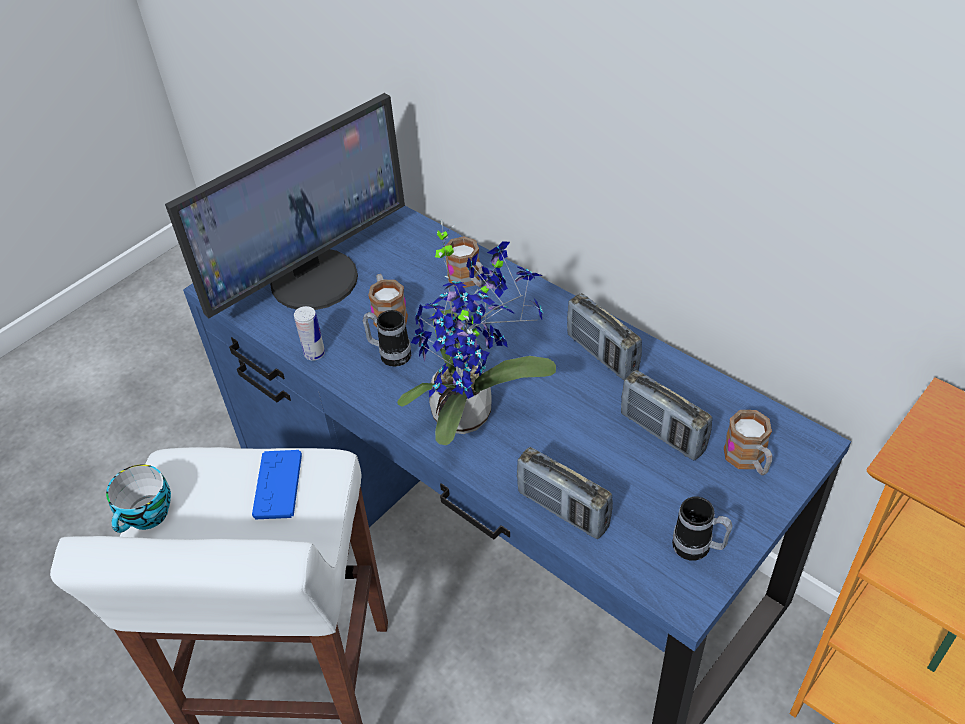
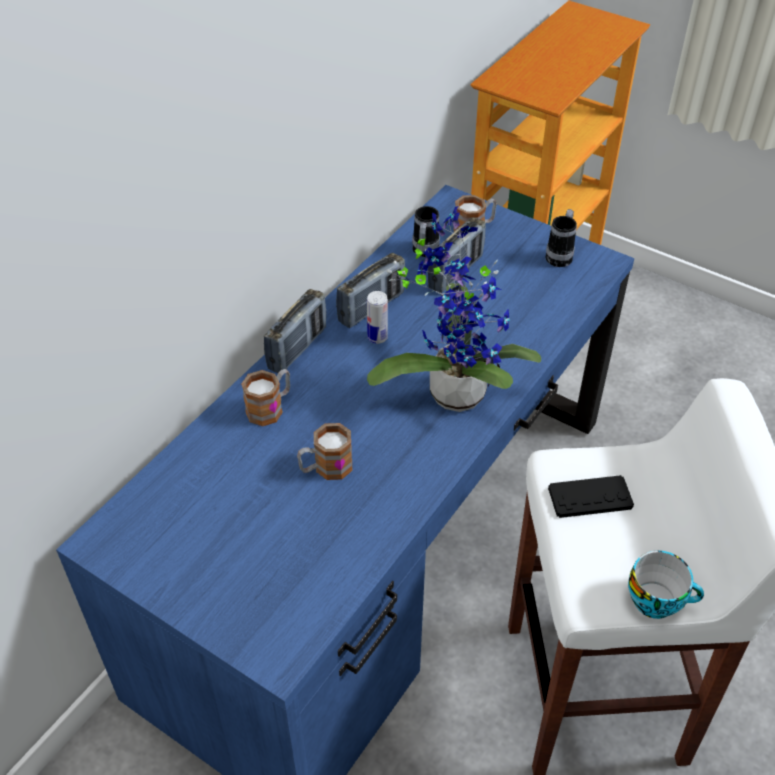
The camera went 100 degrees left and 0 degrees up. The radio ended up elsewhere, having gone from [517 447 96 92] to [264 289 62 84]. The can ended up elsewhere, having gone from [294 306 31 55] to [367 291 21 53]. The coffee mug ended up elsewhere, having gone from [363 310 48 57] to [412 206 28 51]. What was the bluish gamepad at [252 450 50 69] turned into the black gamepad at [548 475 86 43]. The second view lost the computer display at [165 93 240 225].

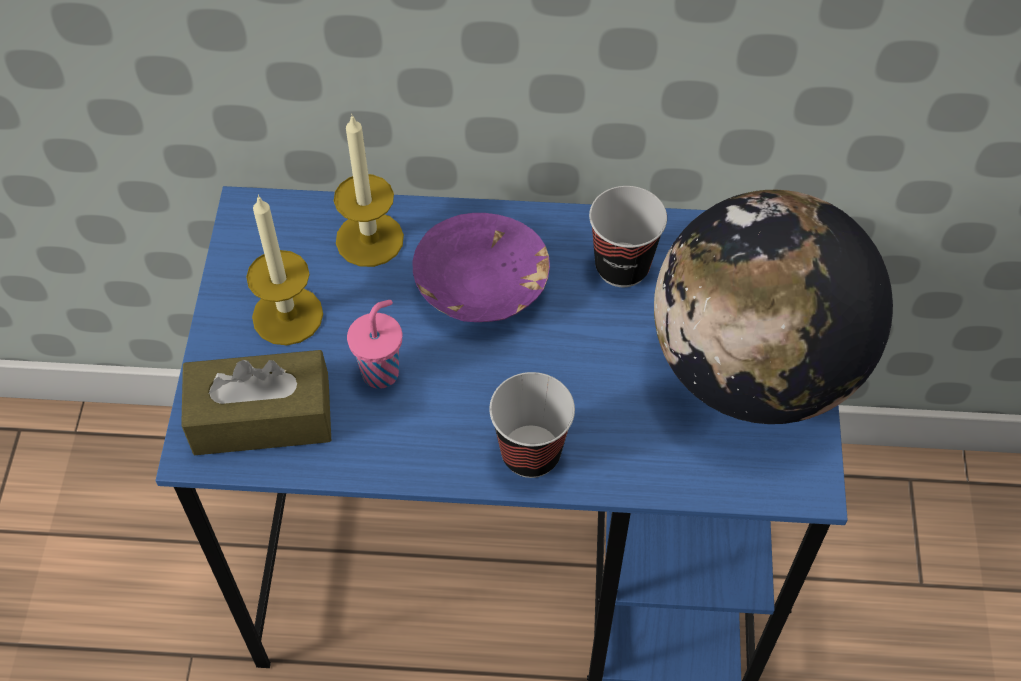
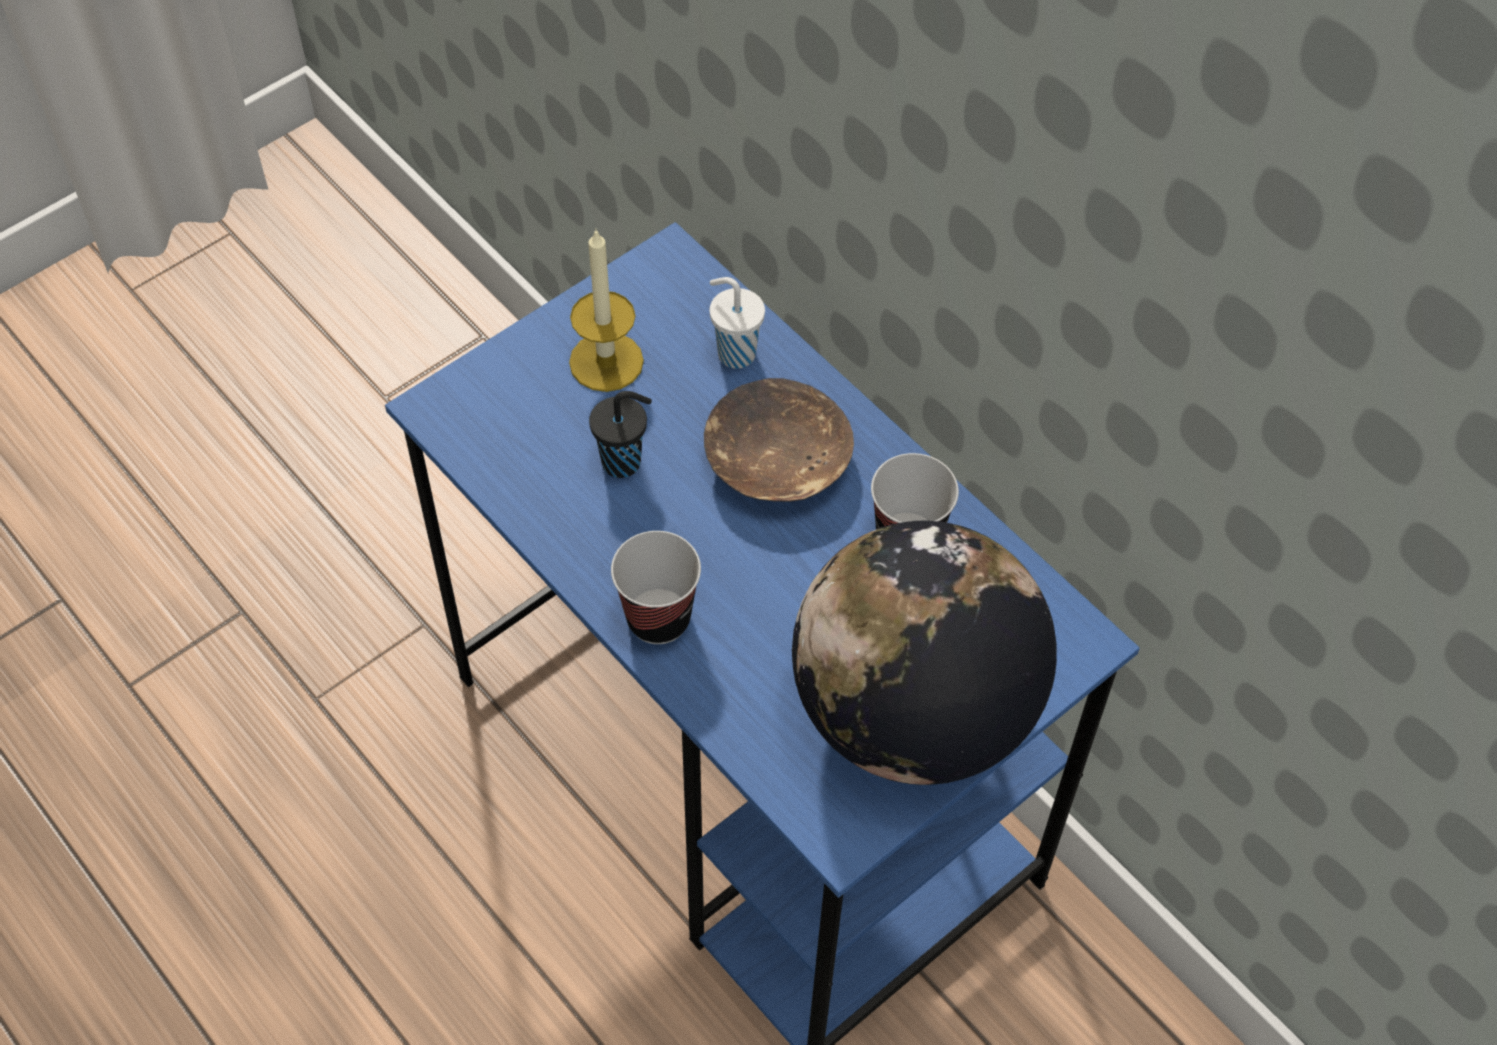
The camera went 45 degrees right and 0 degrees up. What was the pink drinking cup at [347 300 55 89] turned into the black drinking cup at [589 391 63 87]. What was the purple-coloured serving bowl at [413 213 137 109] turned into the brownish serving bowl at [704 378 150 124]. Where the wax candle stood at [334 114 70 153], the whitish drinking cup came to stand at [710 277 55 92]. The second view lost the brownish tissue holder at [181 350 150 105].

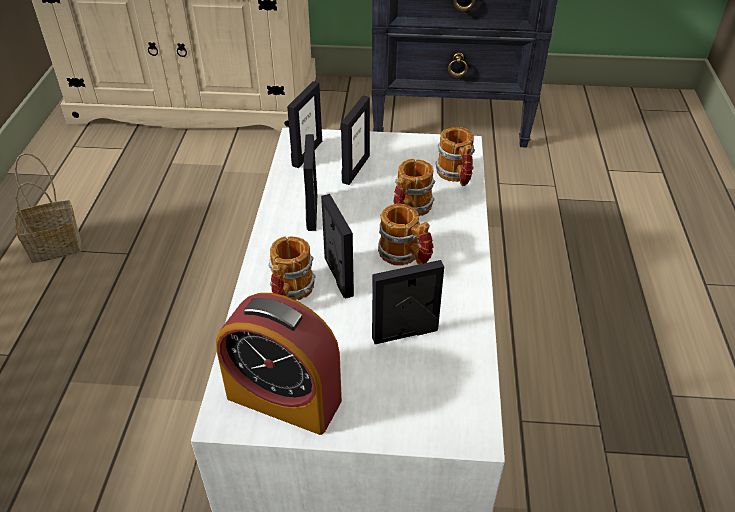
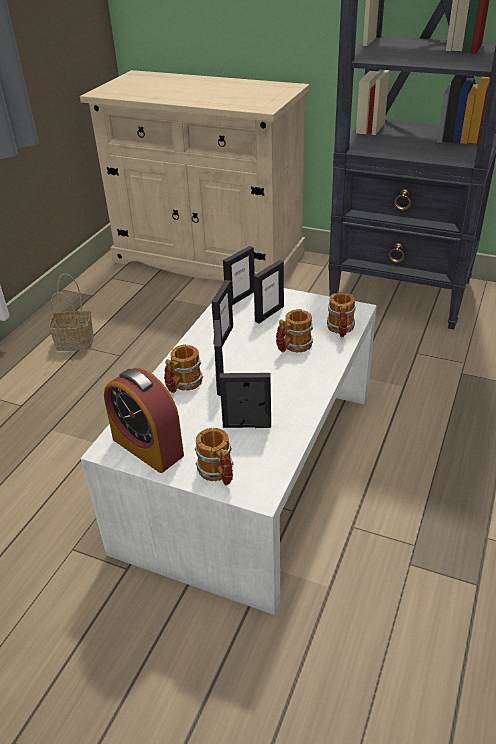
The camera went 20 degrees right and 5 degrees down. The coffee mug ended up elsewhere, having gone from [378 204 56 61] to [195 428 39 57].

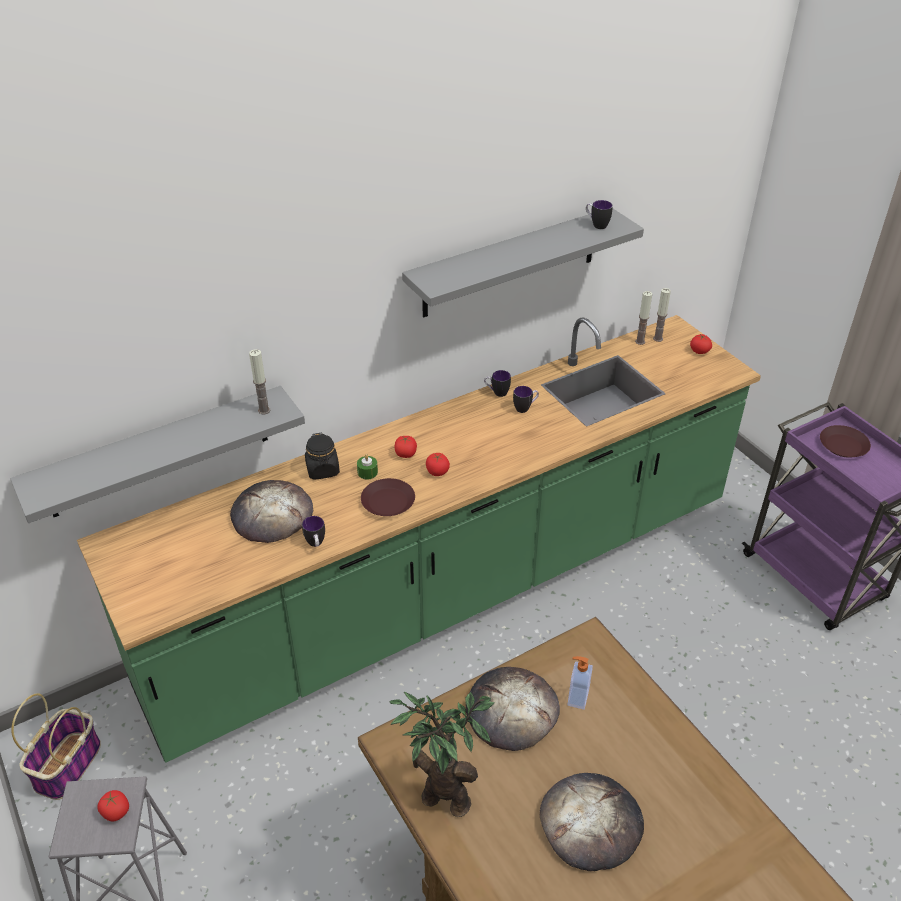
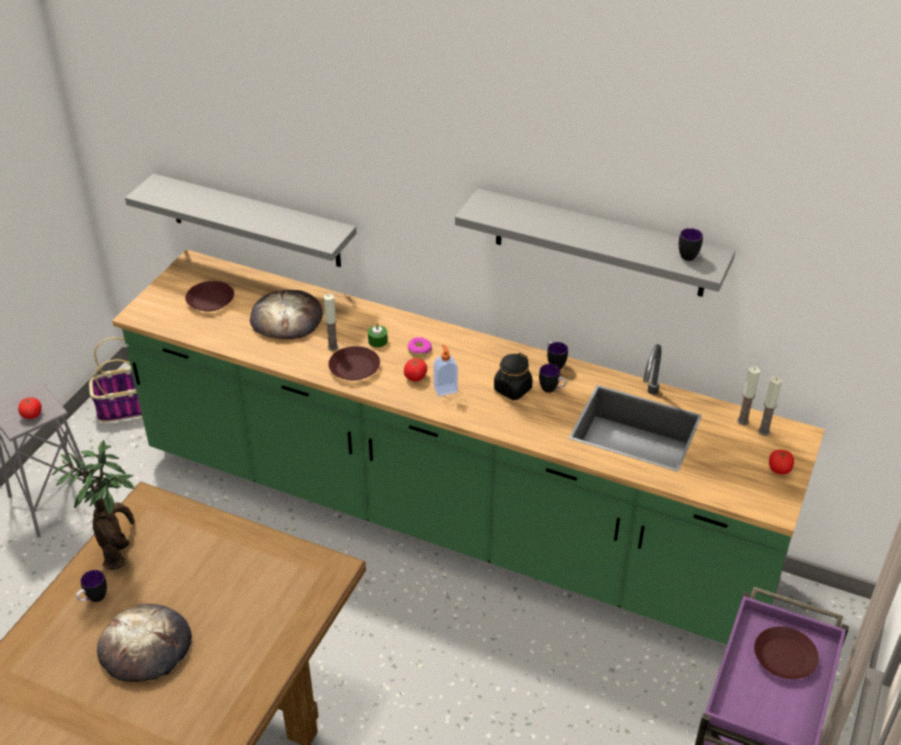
The camera went 55 degrees right and 0 degrees up. The coffee mug ended up elsewhere, having gone from [302 516 23 31] to [76 570 31 32]. The second view gained the brownish plate at [185 281 49 30]. The wax candle ended up elsewhere, having gone from [249 349 21 66] to [324 294 15 57]. Where the tomato stood at [394 436 23 22], the doughnut came to stand at [407 337 25 20]. The soap dispenser ended up elsewhere, having gone from [568 656 25 54] to [433 345 25 52]. The black jar ended up elsewhere, having gone from [305 433 35 47] to [494 353 39 47]. The second view lost the bakery bread at [466 667 94 84].

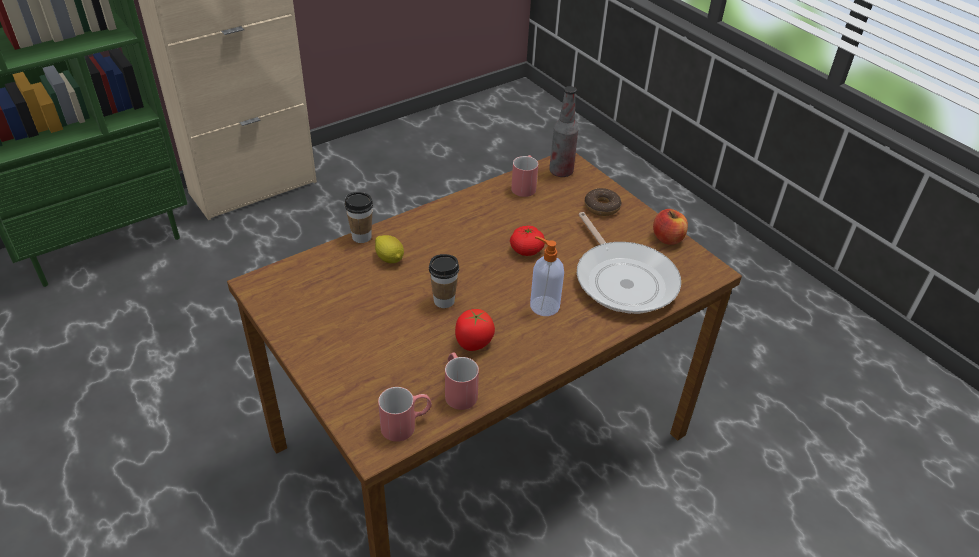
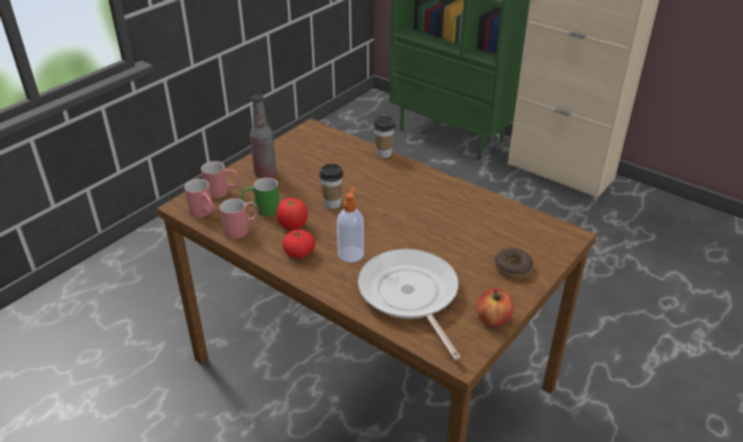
The camera went 75 degrees right and 5 degrees down. The reddish coffee mug ended up elsewhere, having gone from [511 155 27 42] to [201 161 38 37]. The second view gained the green coffee mug at [241 177 39 39]. The drink bottle ended up elsewhere, having gone from [549 86 29 91] to [250 94 26 84]. The tomato ended up elsewhere, having gone from [510 226 35 30] to [282 230 33 28]. The skillet at [577 212 104 102] ended up facing another way, 105 degrees clockwise from before. The second view lost the lemon at [375 235 29 28].

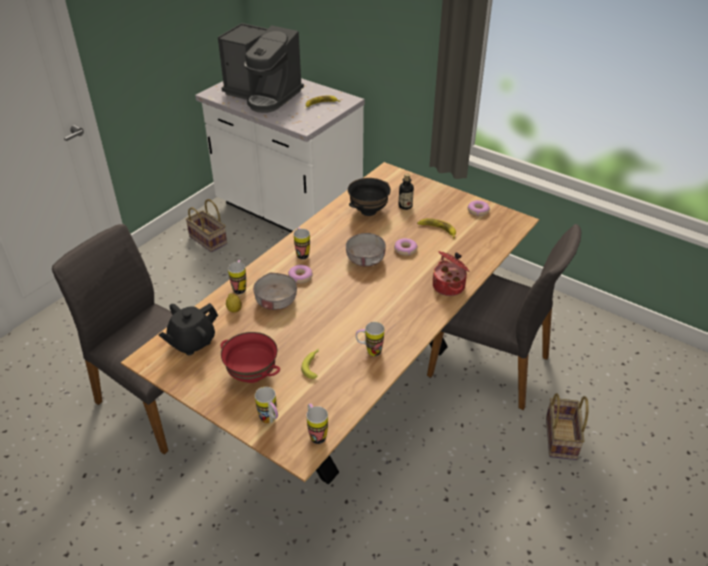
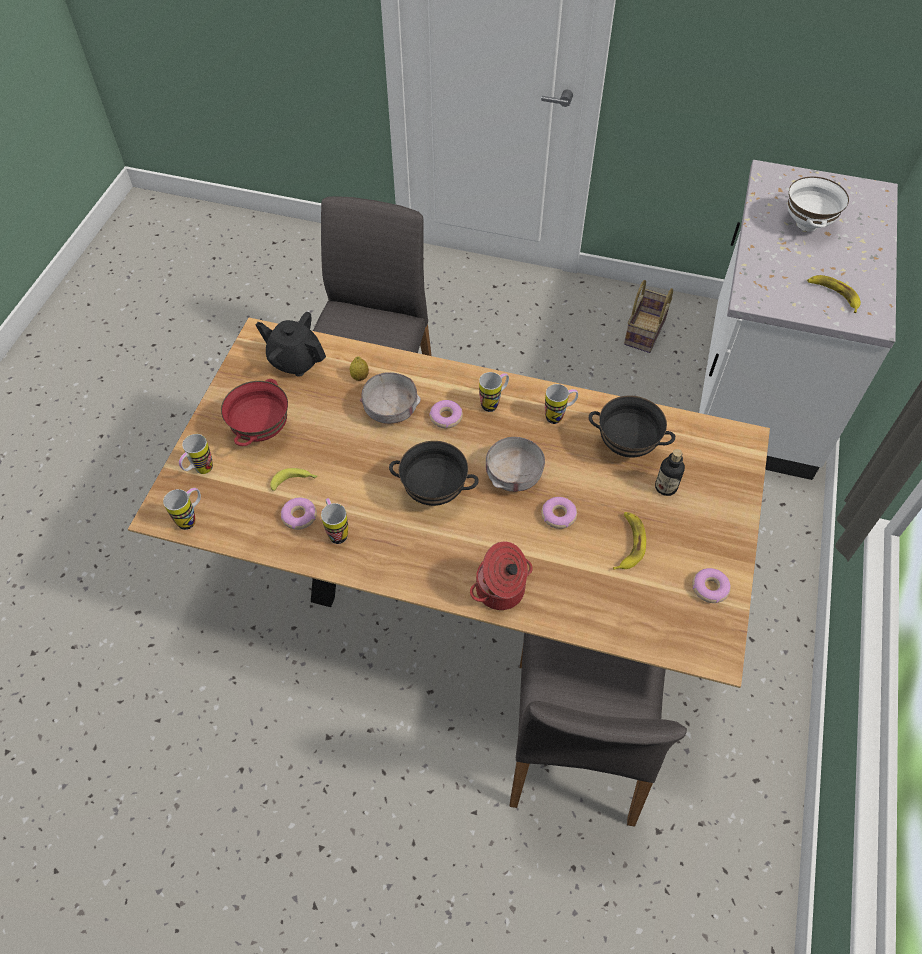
The camera went 70 degrees right and 15 degrees up. The second view gained the doughnut at [281 498 36 32]. The second view gained the black serving bowl at [389 441 89 65]. The coffee mug ended up elsewhere, having gone from [228 260 18 34] to [545 384 33 40]. Where the coffee maker stood at [218 23 86 90], the whitish serving bowl came to stand at [787 176 62 55]. The second view lost the storage basket at [546 393 43 67].

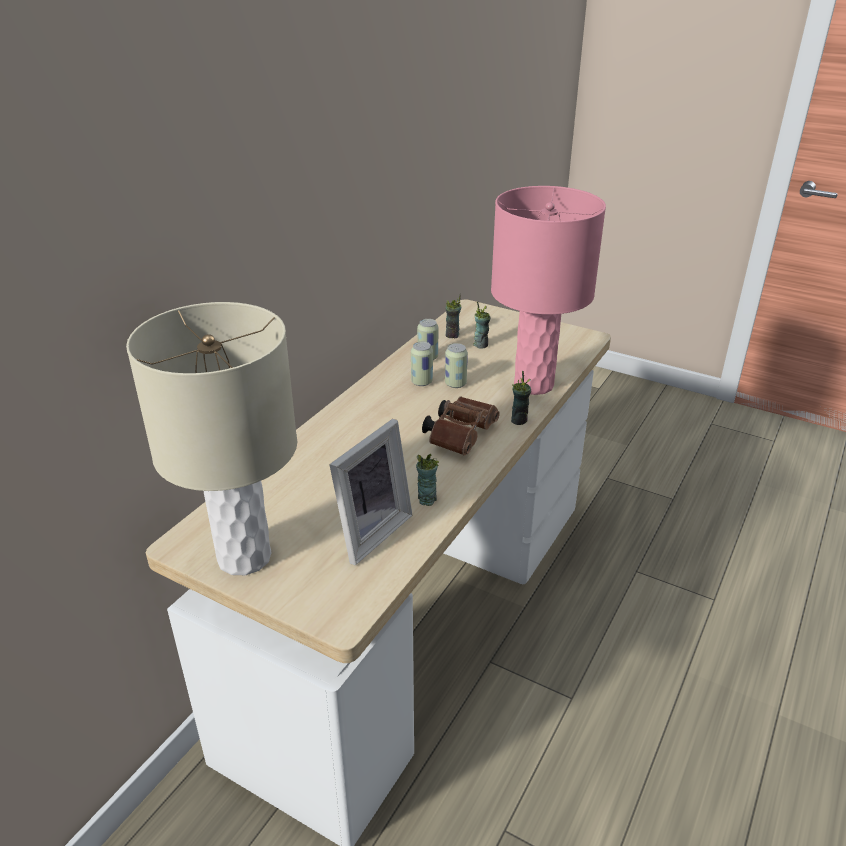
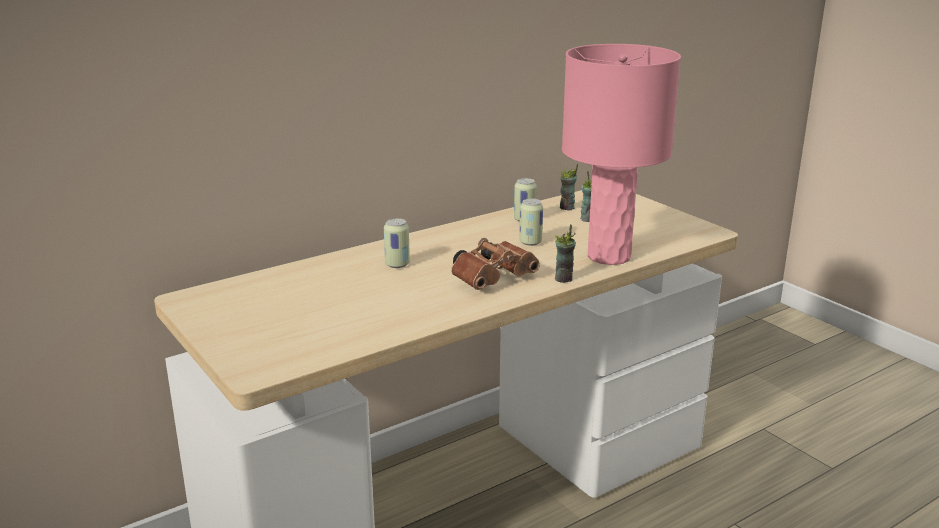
The camera went 25 degrees right and 10 degrees down. The can ended up elsewhere, having gone from [411 342 22 44] to [384 218 26 50]. The second view lost the beige tabletop lamp at [126 302 171 273]. The second view lost the picture frame at [329 419 83 146]. The second view lost the drinking cup at [416 454 23 52].

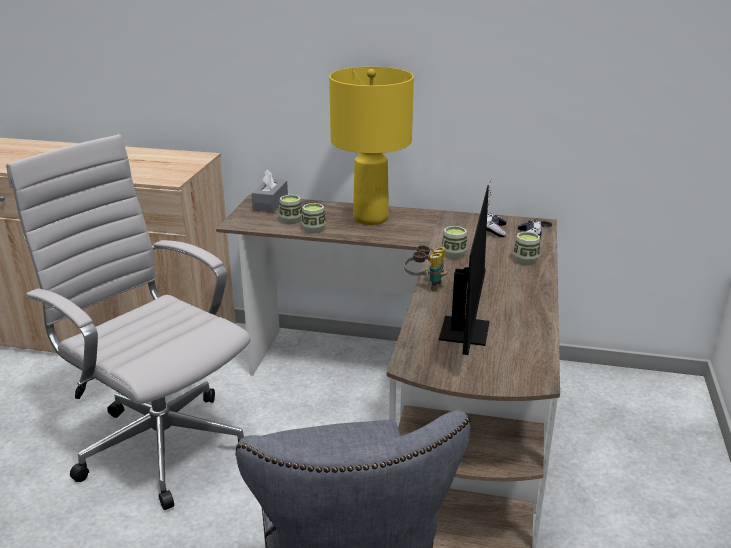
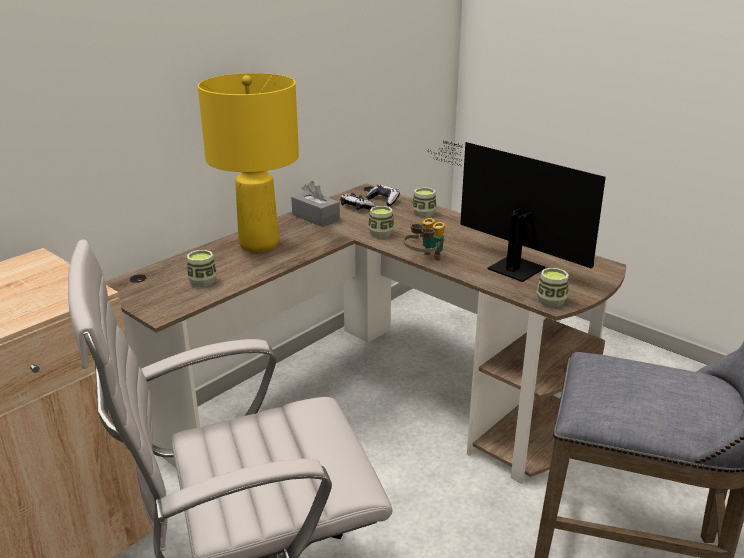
The camera went 60 degrees left and 0 degrees up. The gray tissue holder ended up elsewhere, having gone from [251 170 37 42] to [291 181 49 46]. The drinking cup ended up elsewhere, having gone from [301 203 25 31] to [536 268 33 39].

